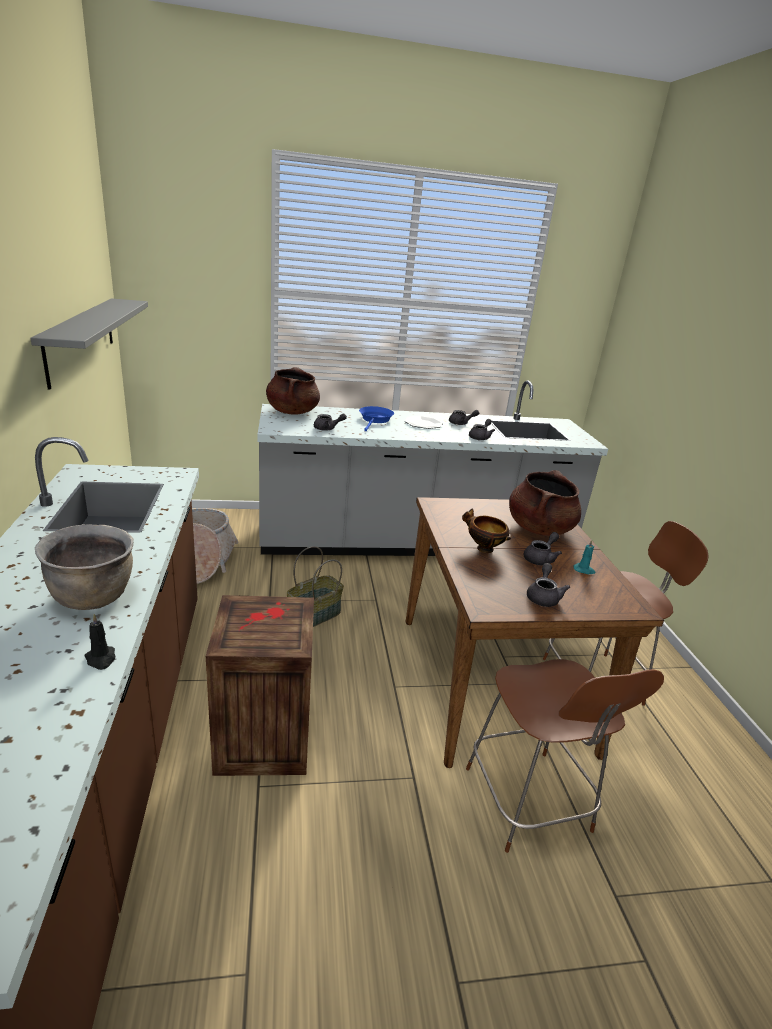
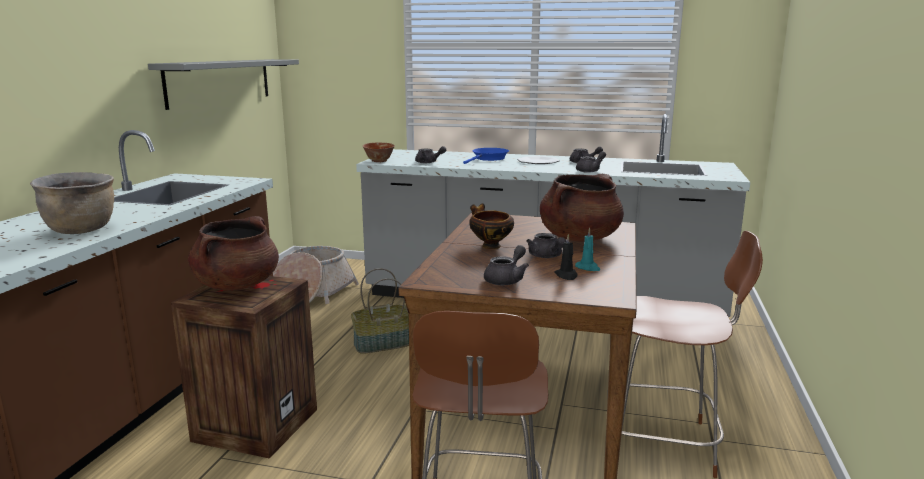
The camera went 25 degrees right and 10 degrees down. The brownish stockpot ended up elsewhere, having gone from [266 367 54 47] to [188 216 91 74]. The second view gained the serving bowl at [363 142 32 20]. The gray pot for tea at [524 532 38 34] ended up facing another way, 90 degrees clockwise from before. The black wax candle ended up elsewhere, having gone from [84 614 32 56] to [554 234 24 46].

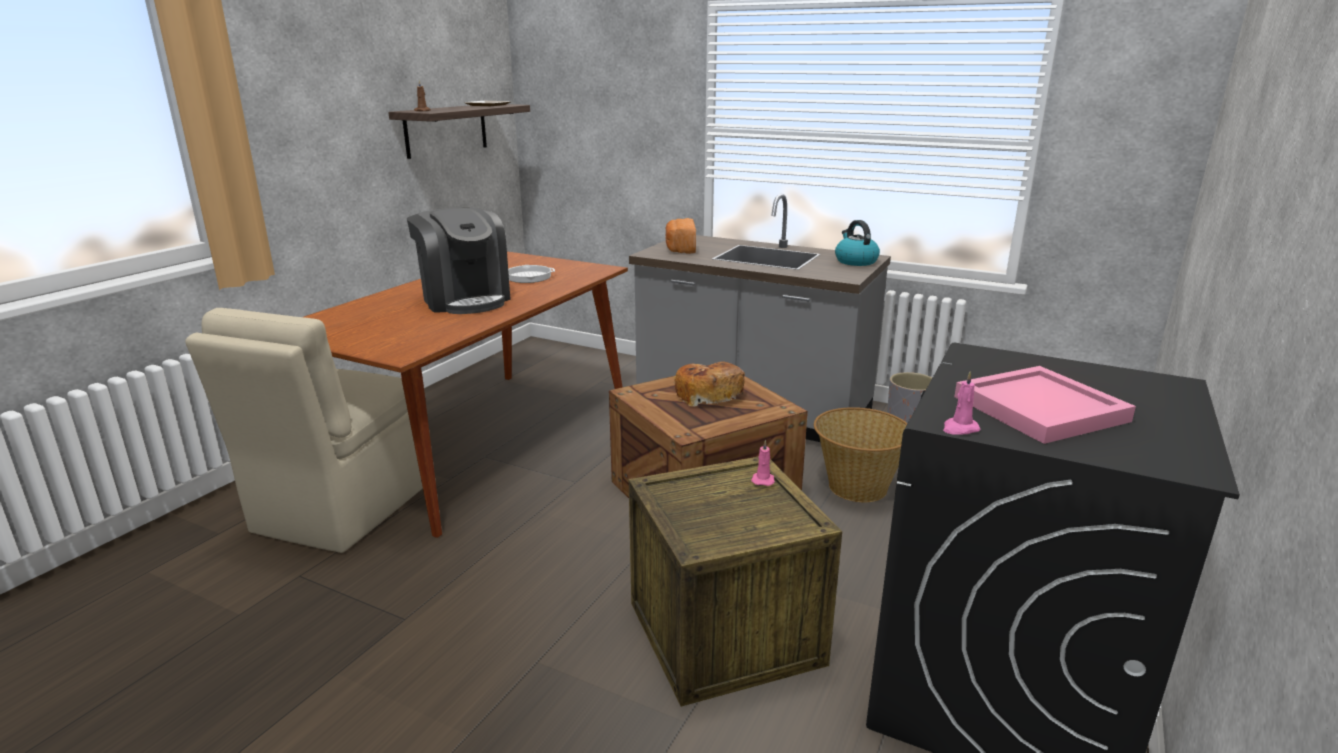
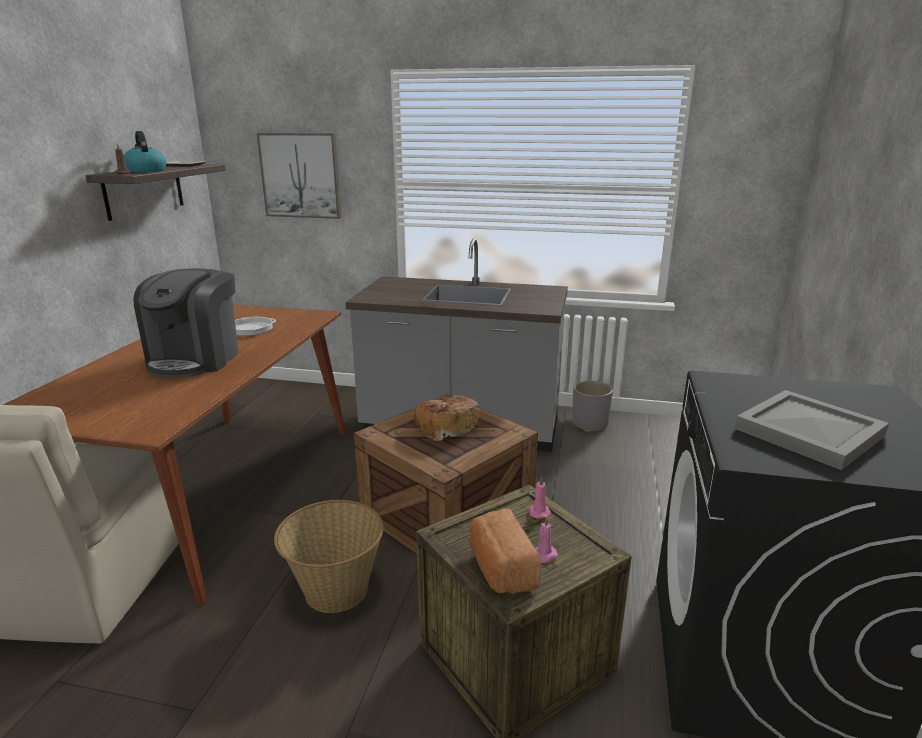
The camera went 15 degrees left and 0 degrees up. The kettle ended up elsewhere, having gone from [835 220 45 46] to [124 131 42 41]. The coffee maker at [407 207 104 107] ended up facing another way, 60 degrees clockwise from before. The second view gained the picture at [257 133 84 86]. The storage basket ended up elsewhere, having gone from [814 407 94 95] to [274 500 110 113]. The bakery bread ended up elsewhere, having gone from [666 218 30 36] to [469 509 72 85]. The pink wax candle ended up elsewhere, having gone from [943 371 37 64] to [535 517 23 46]. What was the pink tray at [954 366 182 78] turned into the gray tray at [735 390 154 80].

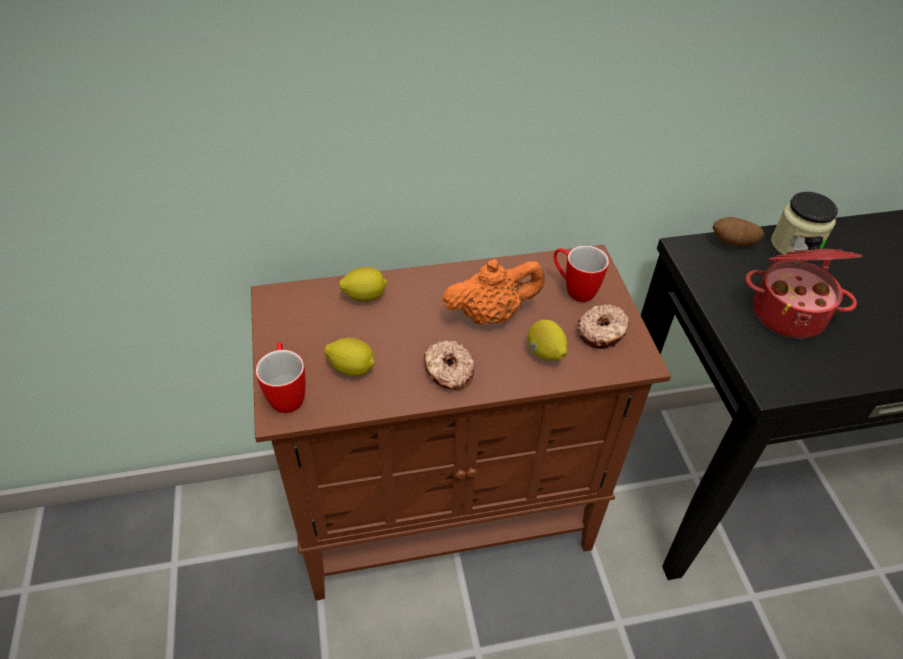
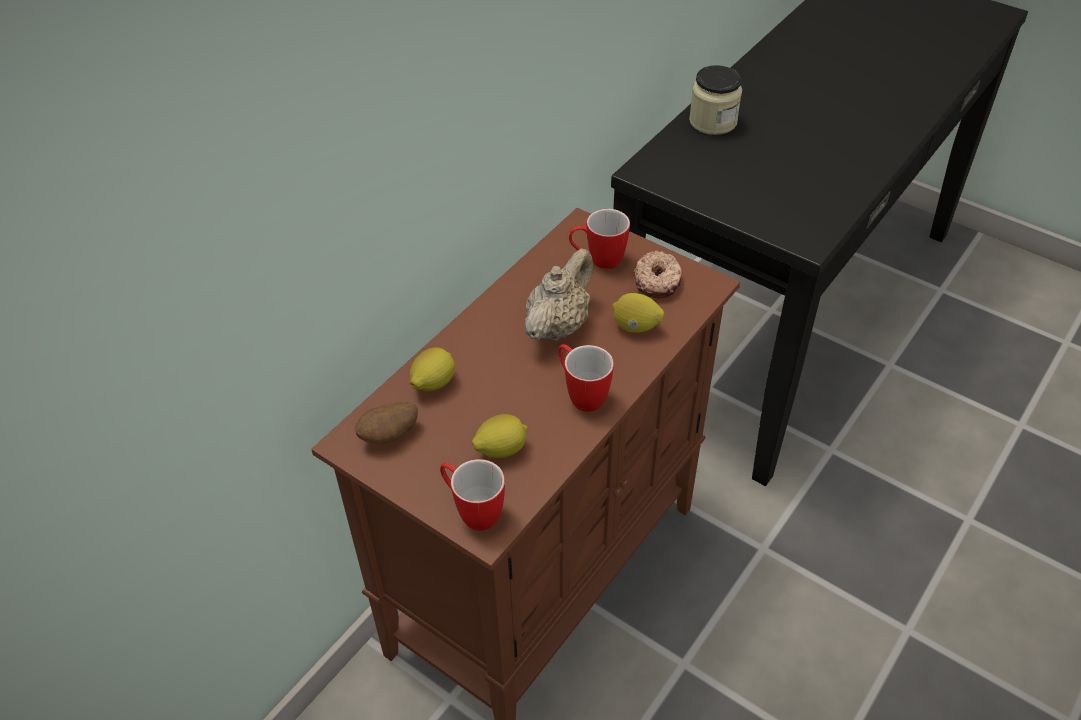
The camera went 40 degrees left and 0 degrees up. The spud ended up elsewhere, having gone from [713 217 51 29] to [355 402 63 42]. What was the orangey pot for tea at [443 259 101 65] turned into the beige pot for tea at [525 248 68 93]. Where the doughnut stood at [424 340 51 50], the coffee mug came to stand at [558 344 56 68]. The second view lost the stockpot at [745 236 117 103].

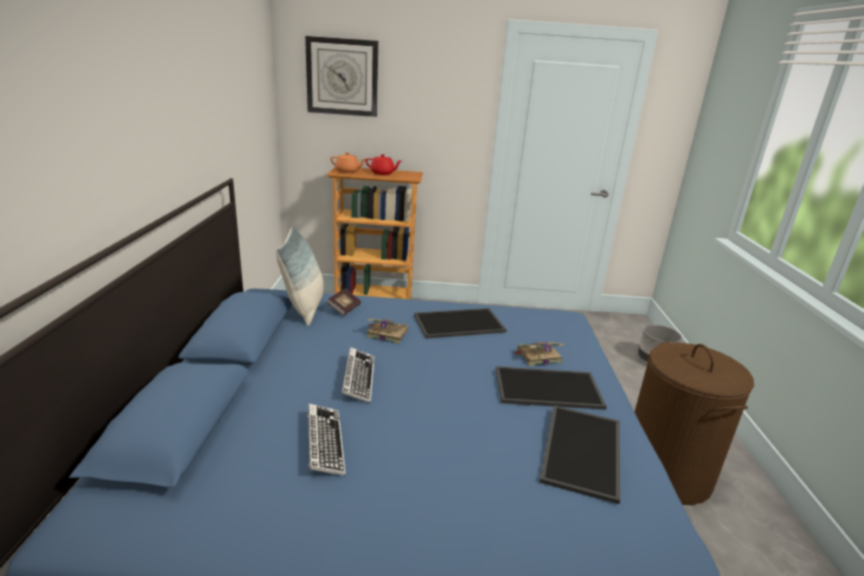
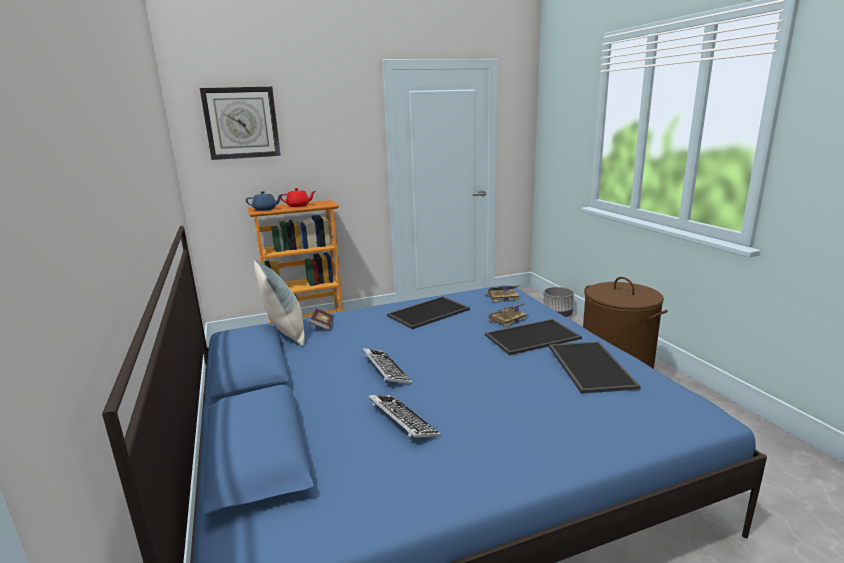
The camera went 20 degrees left and 5 degrees down. What was the orangey pot for tea at [330 152 36 21] turned into the bluish pot for tea at [246 191 37 20]. The bound book ended up elsewhere, having gone from [366 319 42 25] to [485 285 35 17].

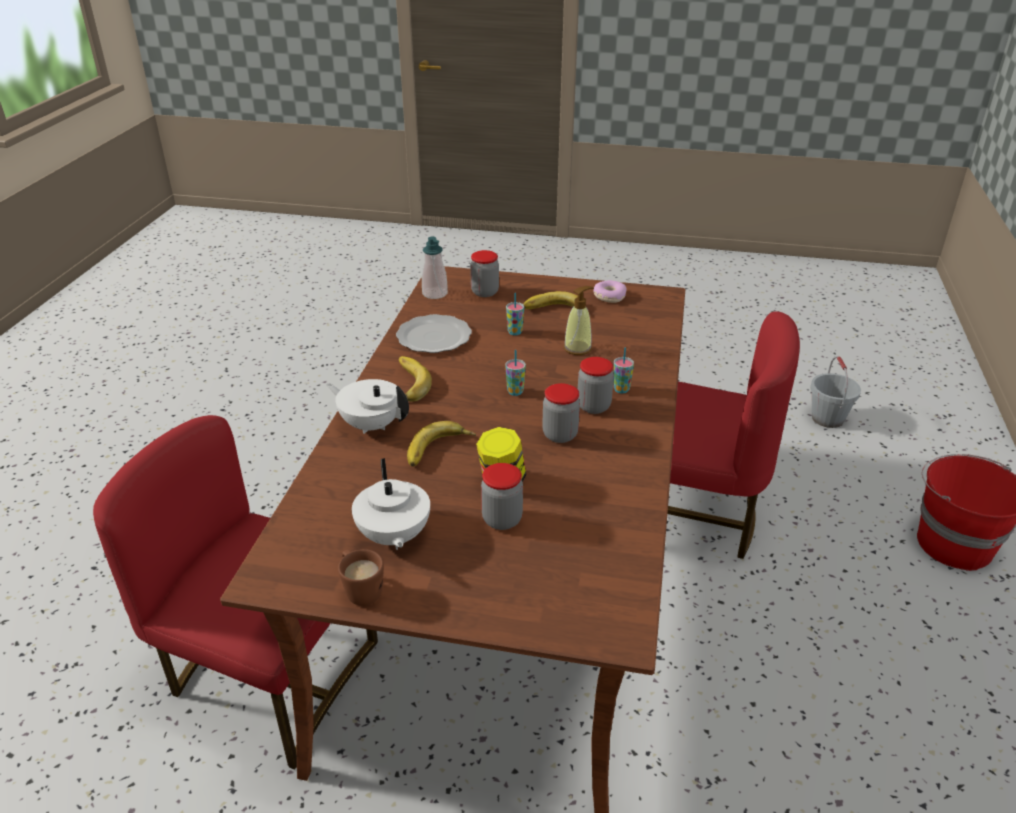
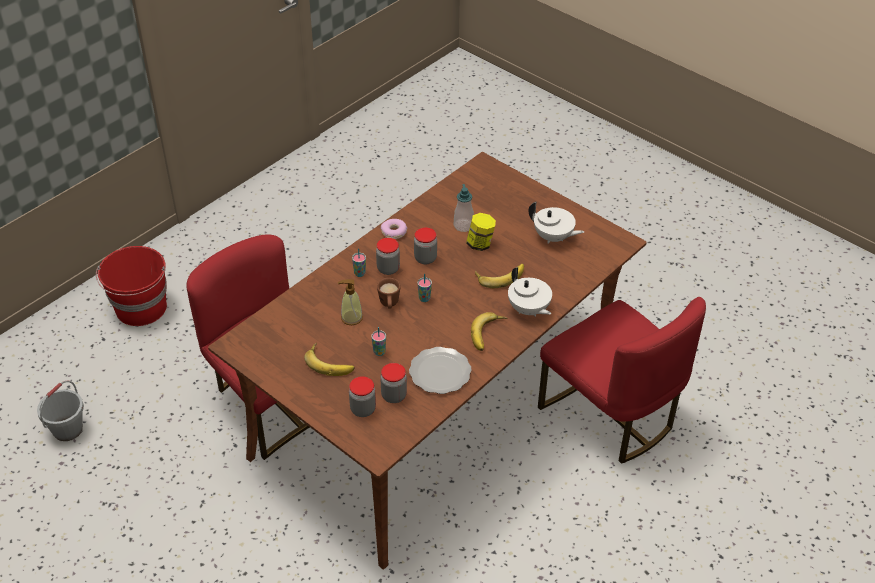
The camera went 150 degrees left and 10 degrees up. The brownish coffee mug ended up elsewhere, having gone from [338 549 46 57] to [377 278 24 31]. The jar ended up elsewhere, having gone from [481 463 42 67] to [380 363 27 40]. The doughnut ended up elsewhere, having gone from [593 280 34 23] to [381 219 26 20]. The soap dispenser ended up elsewhere, having gone from [422 236 26 63] to [454 184 20 48]. The whitish pot for tea at [352 458 78 92] ended up facing another way, 105 degrees clockwise from before.

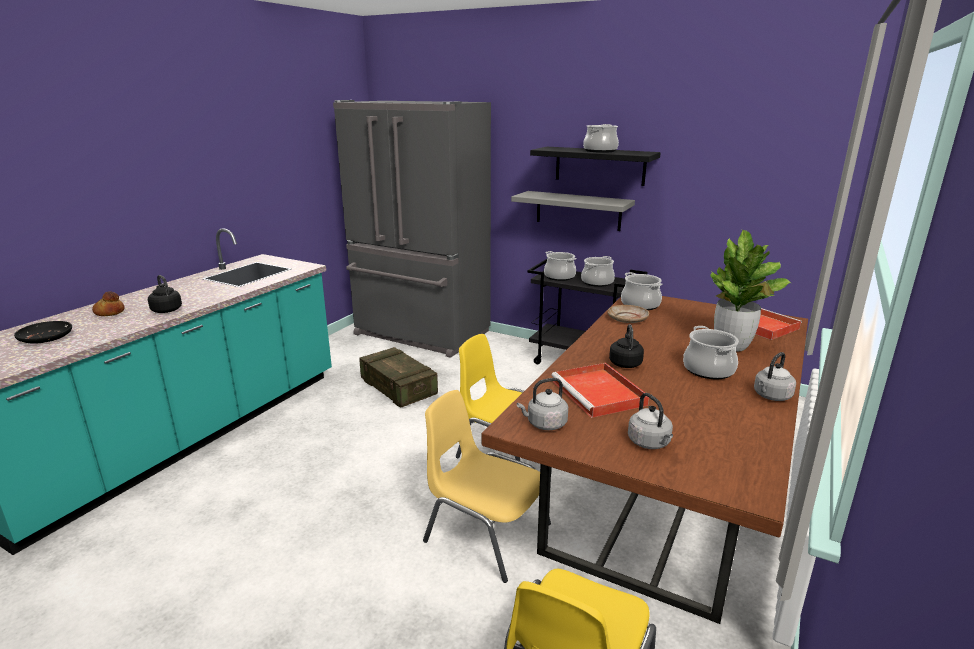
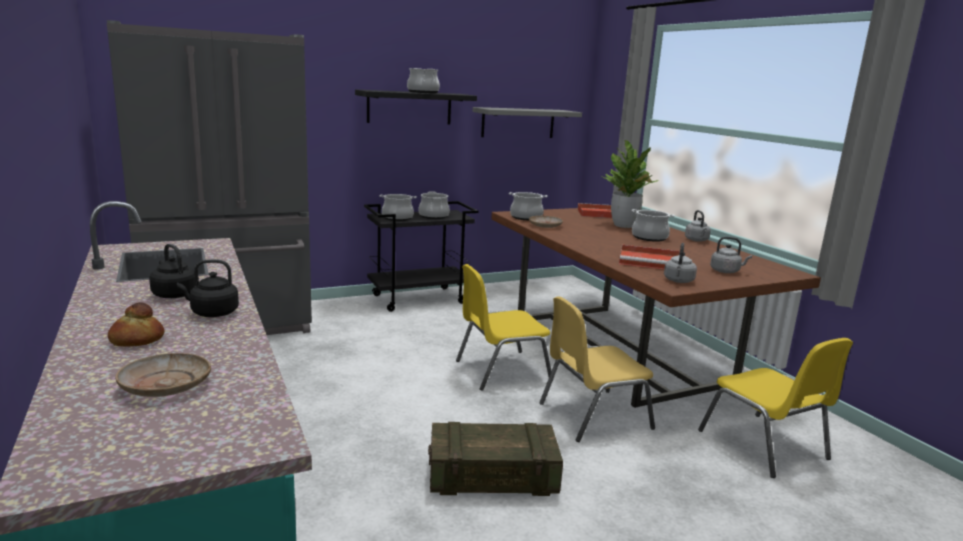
The camera went 55 degrees left and 5 degrees down. What was the black plate at [14 321 58 22] turned into the beige plate at [115 353 96 44]. The black kettle ended up elsewhere, having gone from [609 324 35 44] to [149 244 47 54]. The shipping crate ended up elsewhere, having gone from [359 347 79 60] to [428 422 135 74]. The gray wall shelf ended up elsewhere, having gone from [511 191 124 40] to [473 107 109 31].

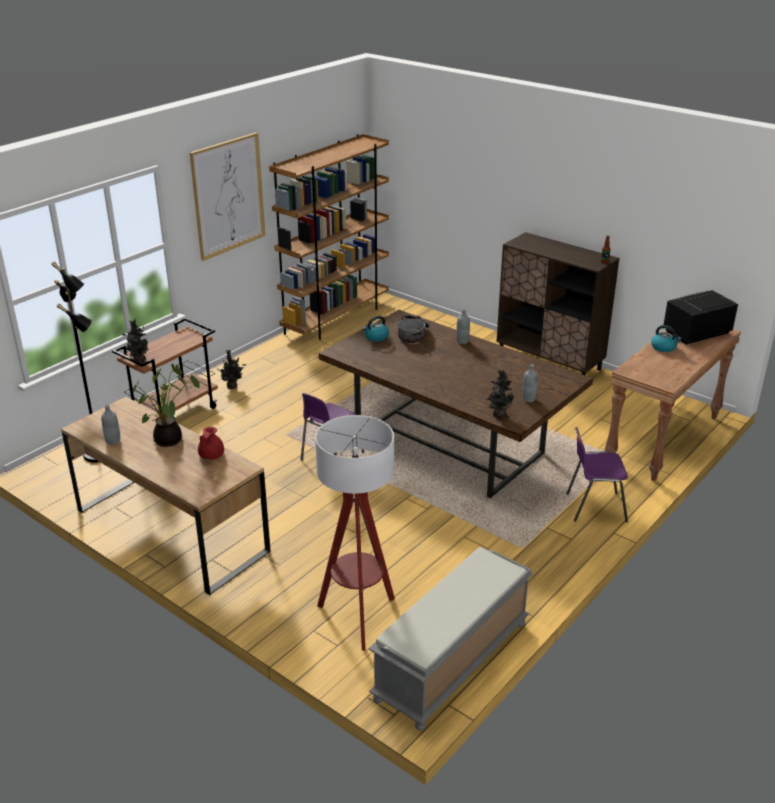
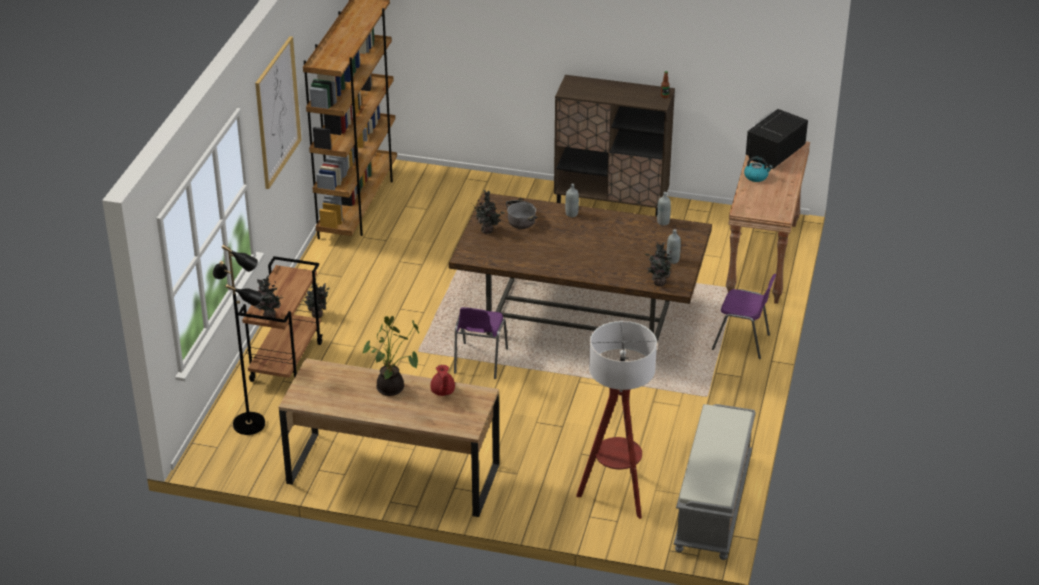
The camera went 25 degrees left and 5 degrees up. Where the kettle stood at [363 316 26 26], the potted plant came to stand at [473 190 32 44]. The gray drink bottle ended up elsewhere, having gone from [101 405 19 40] to [657 192 14 34]. The purple-coloured chair at [566 427 62 95] ended up facing another way, 135 degrees counterclockwise from before.

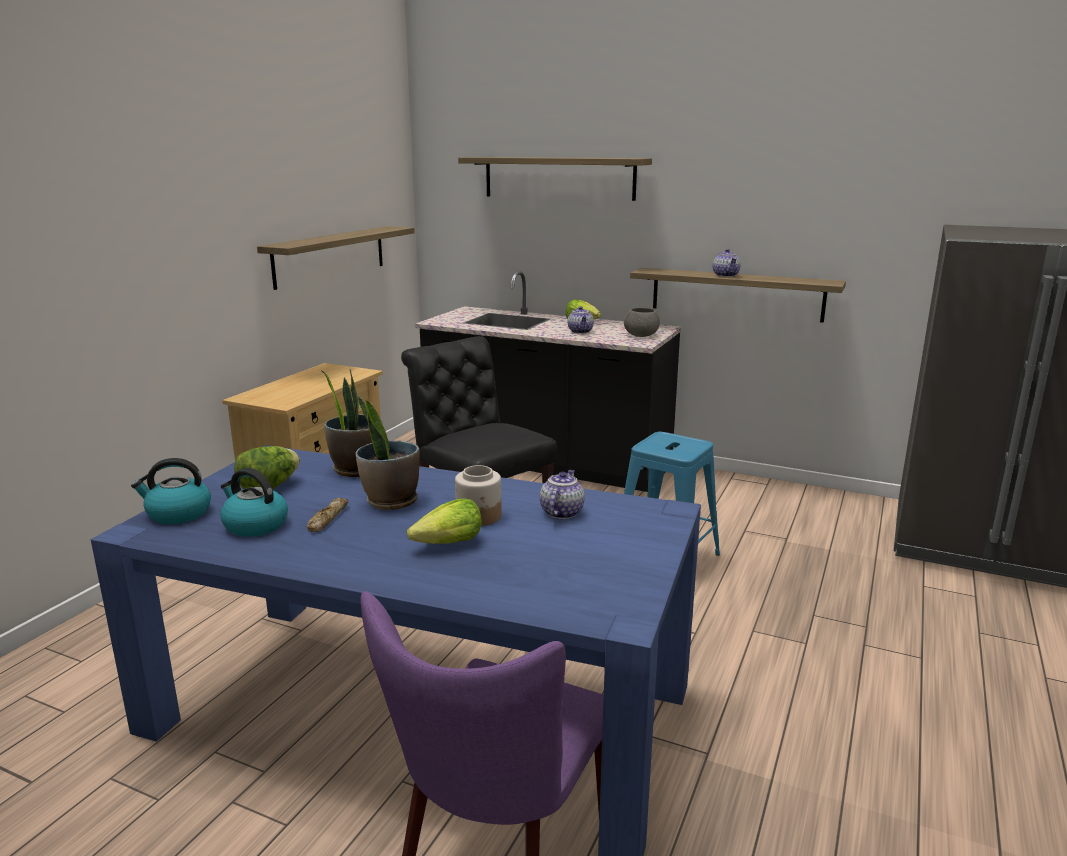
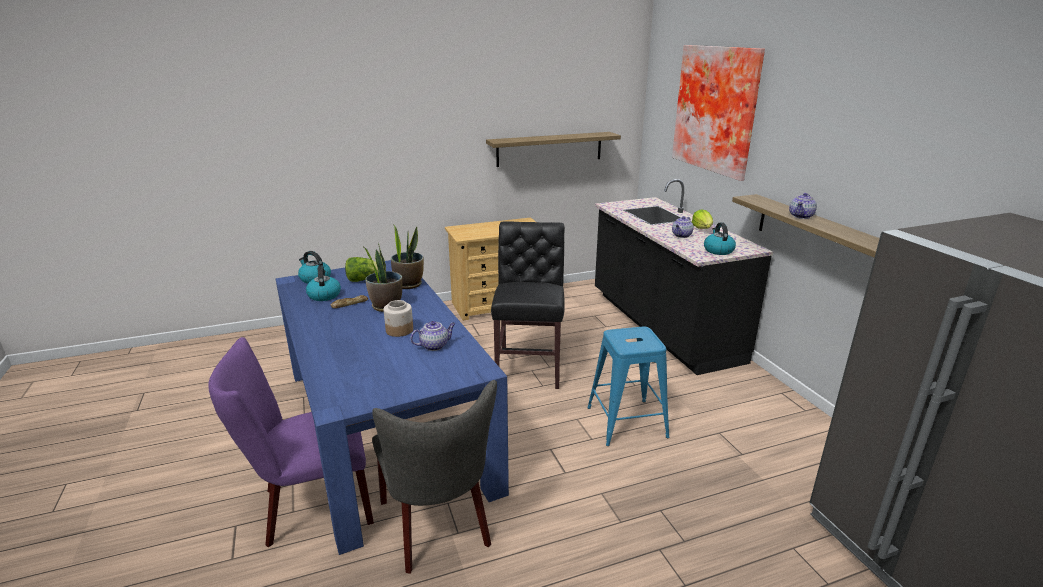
The camera went 45 degrees right and 5 degrees up. The second view gained the gray chair at [372 380 125 194]. Where the wall shelf hung at [458 157 194 44], the picture came to hang at [672 45 93 136]. Where the gray serving bowl stood at [624 308 36 29], the kettle came to stand at [704 222 32 33]. The second view lost the lettuce at [407 499 75 45].

